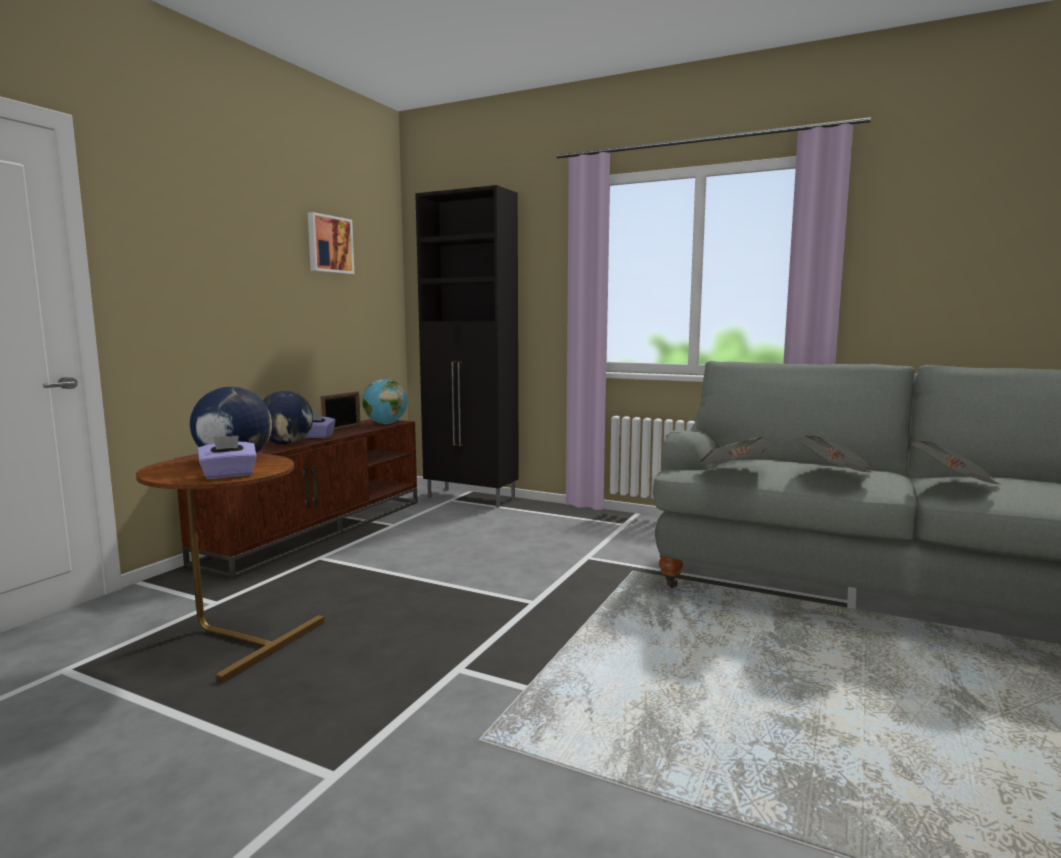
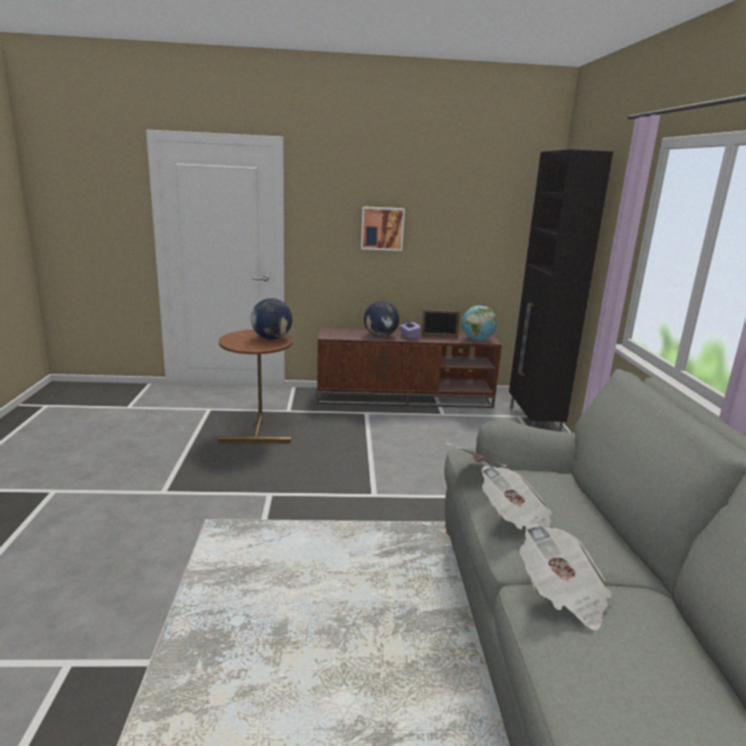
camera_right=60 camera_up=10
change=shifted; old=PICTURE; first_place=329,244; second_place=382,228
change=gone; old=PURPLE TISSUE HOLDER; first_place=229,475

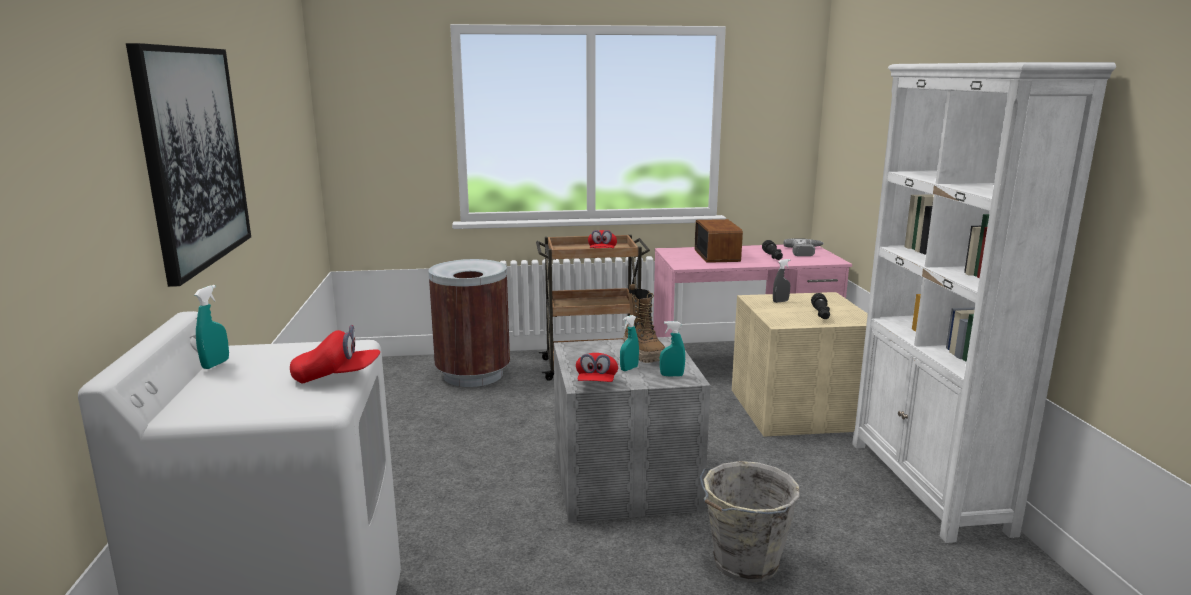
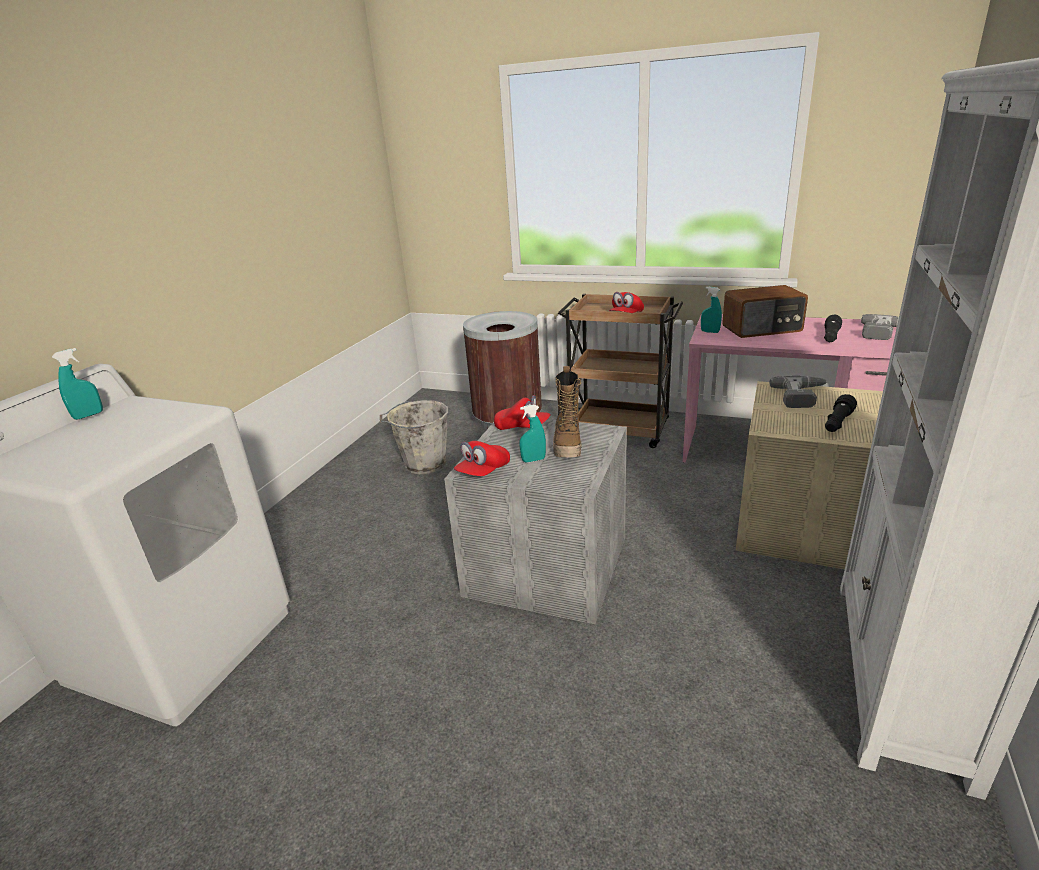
camera_right=30 camera_up=10
change=shifted; old=GREY WATER BUCKET; first_place=743,563; second_place=423,464
change=shifted; old=REDDISH CAP; first_place=337,376; second_place=522,428
change=shifted; old=TURQUOISE-COLOURED SPRAY BOTTLE; first_place=671,375; second_place=710,332
change=rotated; old=RADIO; first_place=717,255; second_place=762,329; degrees=60
change=swapped; old=GREY SPRAY BOTTLE; new=POWER DRILL; first_place=780,301; second_place=802,397
change=gone; old=PICTURE; first_place=194,157

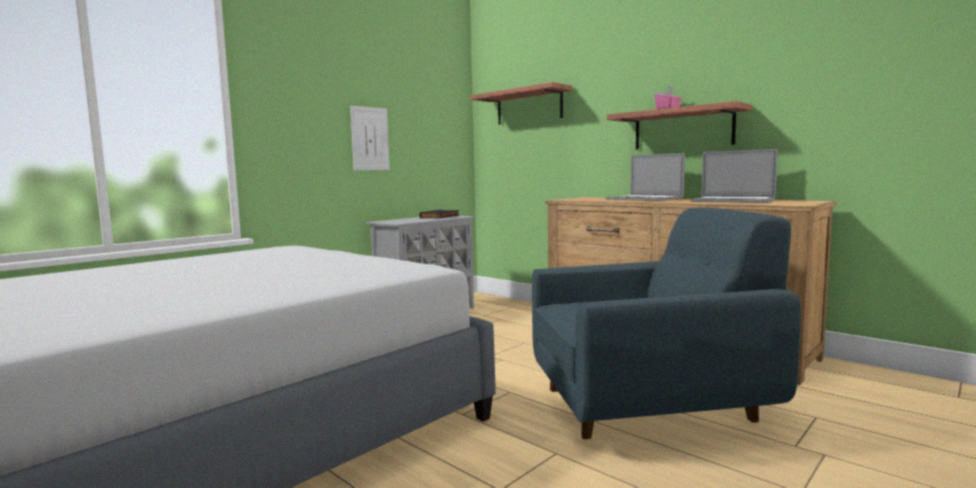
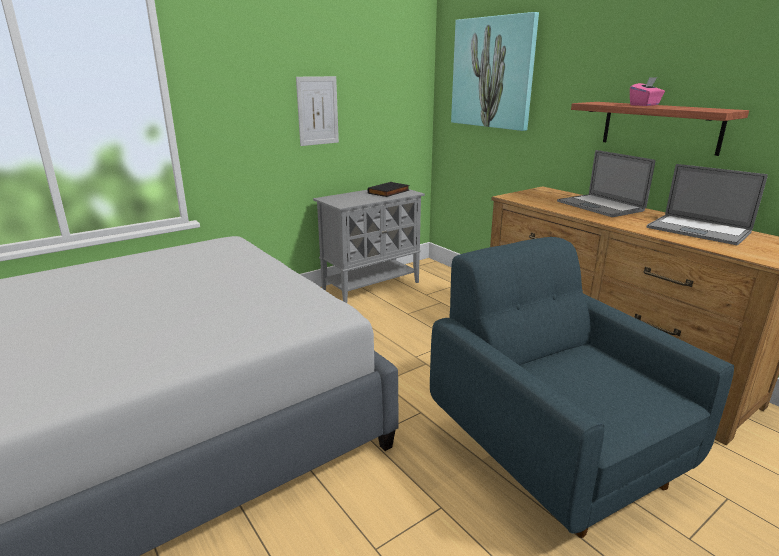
camera_right=10 camera_up=15
change=rotated; old=BLUE-COLOURED LOUNGE CHAIR; first_place=648,404; second_place=552,450; degrees=-120
change=swapped; old=WALL SHELF; new=PICTURE; first_place=529,106; second_place=493,73

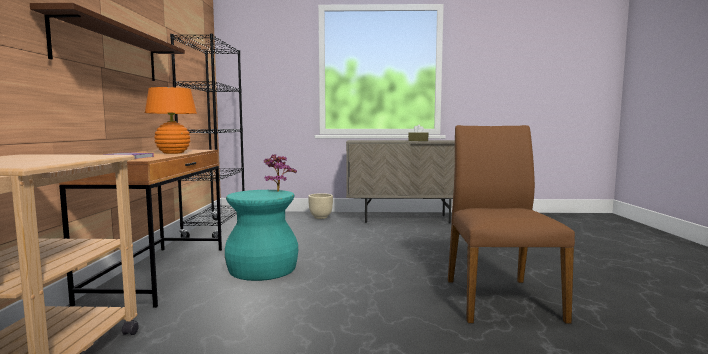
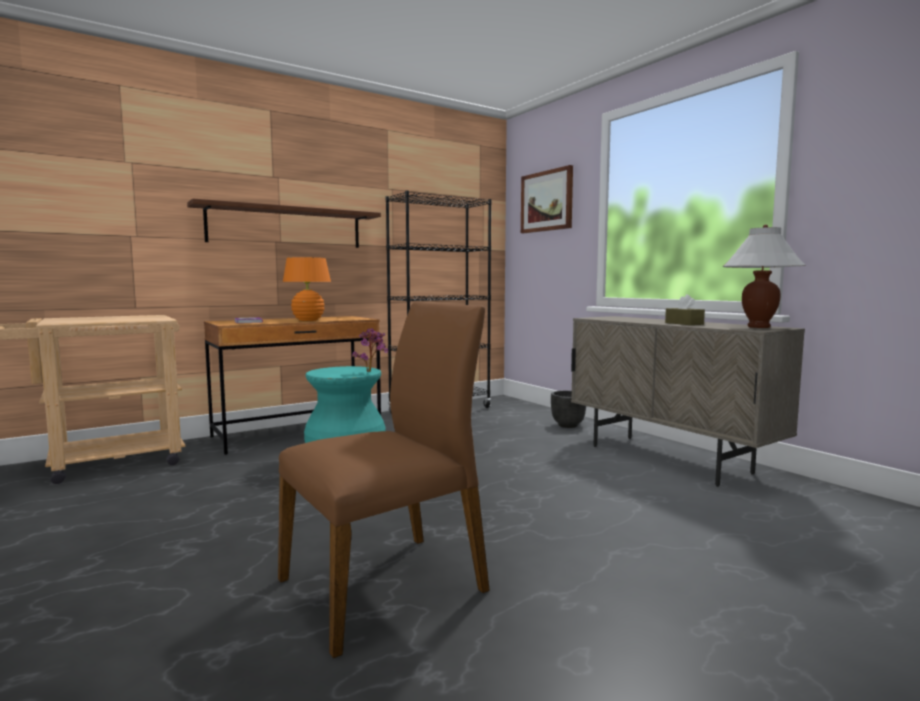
camera_right=55 camera_up=0
change=new; new=PICTURE; second_place=546,201
change=repainted; old=BEIGE PLANTER; new=BLACK PLANTER; first_place=320,217; second_place=567,425
change=new; new=WHITE LAMP FOR A TABLE; second_place=758,327

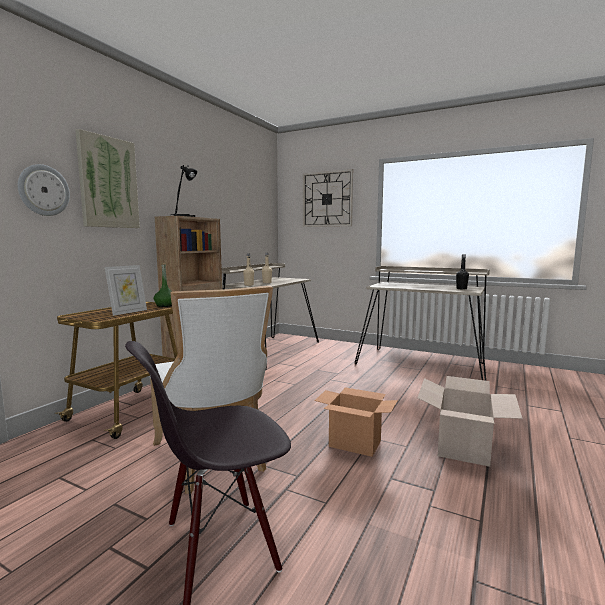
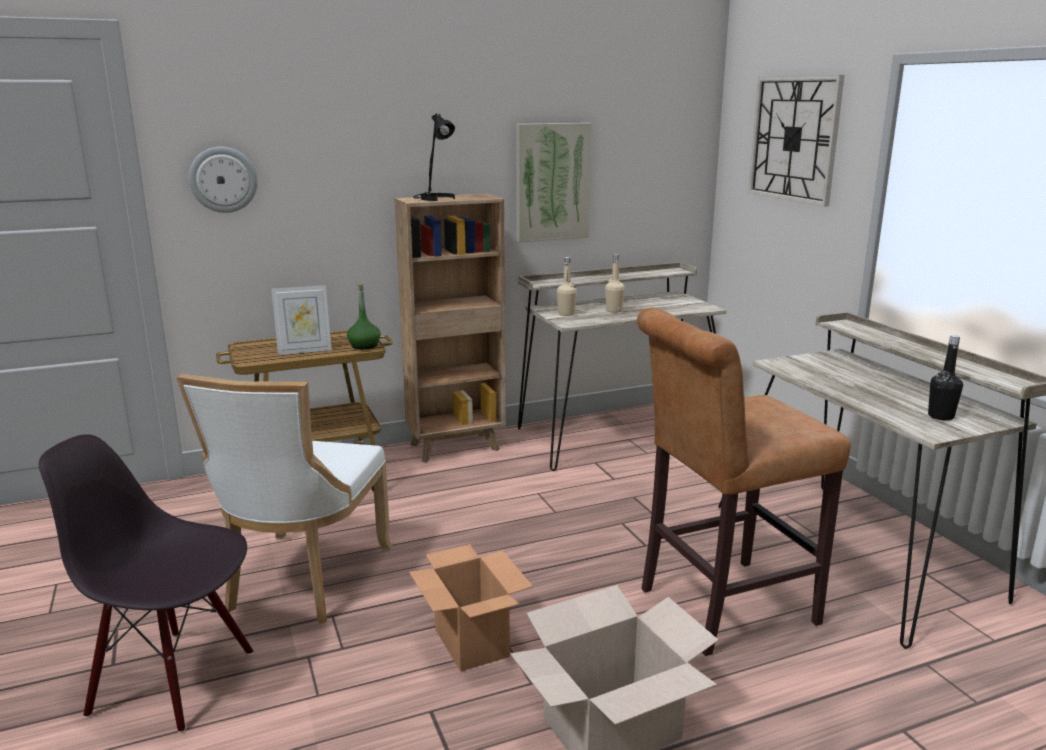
camera_right=40 camera_up=10
change=shifted; old=PICTURE; first_place=108,183; second_place=552,182
change=new; new=BROWN-COLOURED STOOL; second_place=719,608

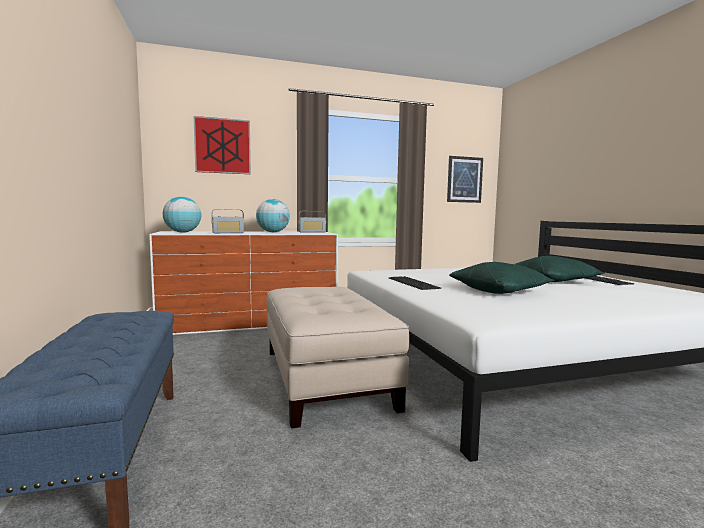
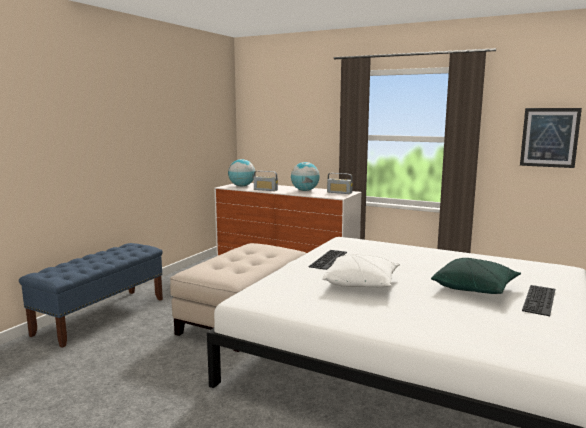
camera_right=45 camera_up=5
change=repainted; old=GREEN-COLOURED CUSHION; new=WHITE CUSHION; first_place=499,291; second_place=361,283
change=gone; old=PICTURE; first_place=222,146

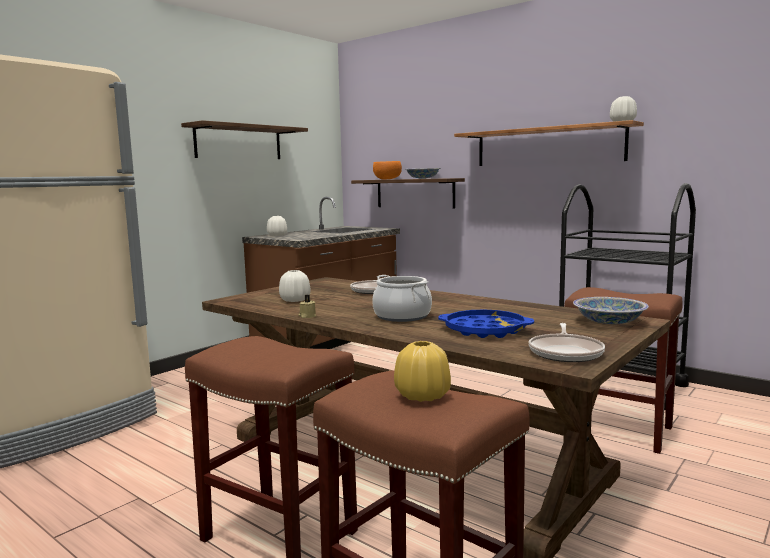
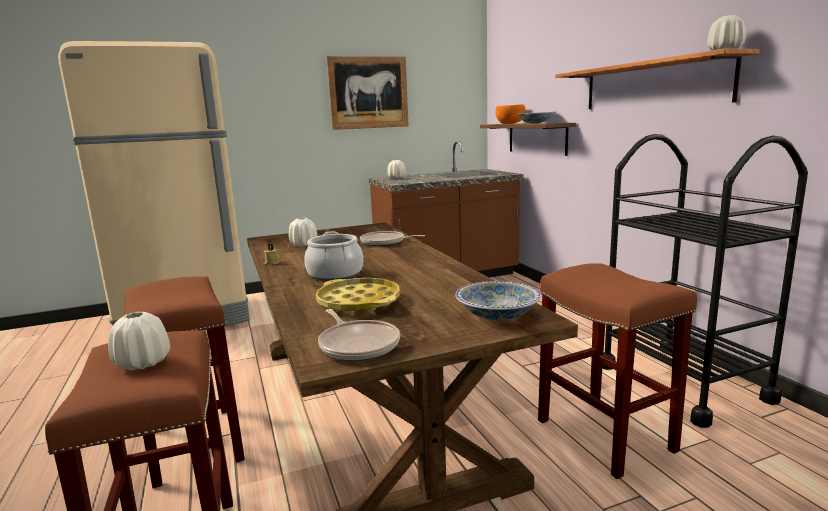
camera_right=30 camera_up=5
change=repainted; old=YELLOW-COLOURED VASE; new=WHITE VASE; first_place=422,396; second_place=143,363
change=repainted; old=BLUE-COLOURED CARRYING TRAY; new=YELLOW-COLOURED CARRYING TRAY; first_place=485,330; second_place=358,302
change=rotated; old=FRYING PAN; first_place=566,352; second_place=358,344; degrees=-75
change=swapped; old=WALL SHELF; new=PICTURE; first_place=239,142; second_place=368,93

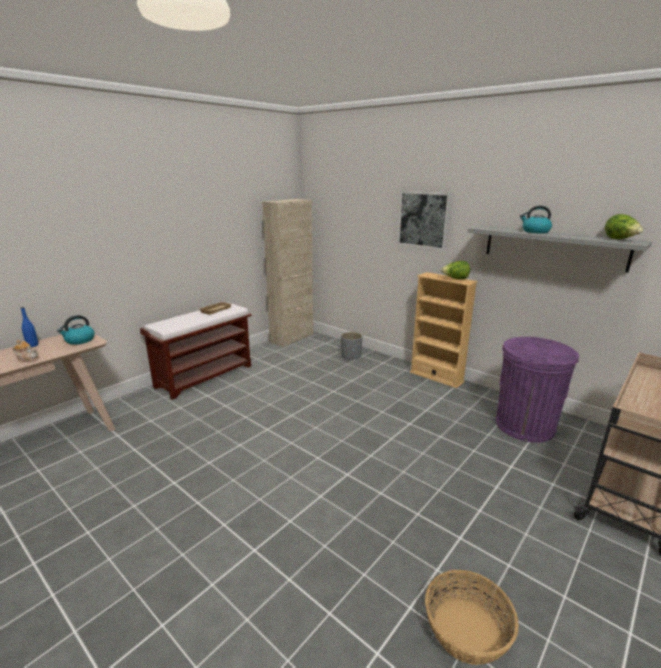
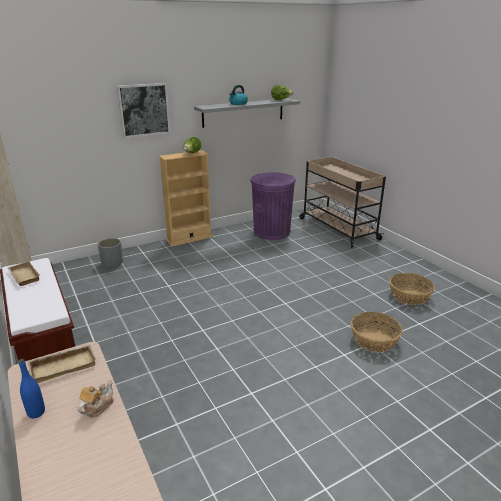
camera_right=-70 camera_up=5
change=swapped; old=WATER KETTLE; new=BEIGE CARRYING TRAY; first_place=79,340; second_place=64,365
change=new; new=HOUSEHOLD BASKET; second_place=374,340

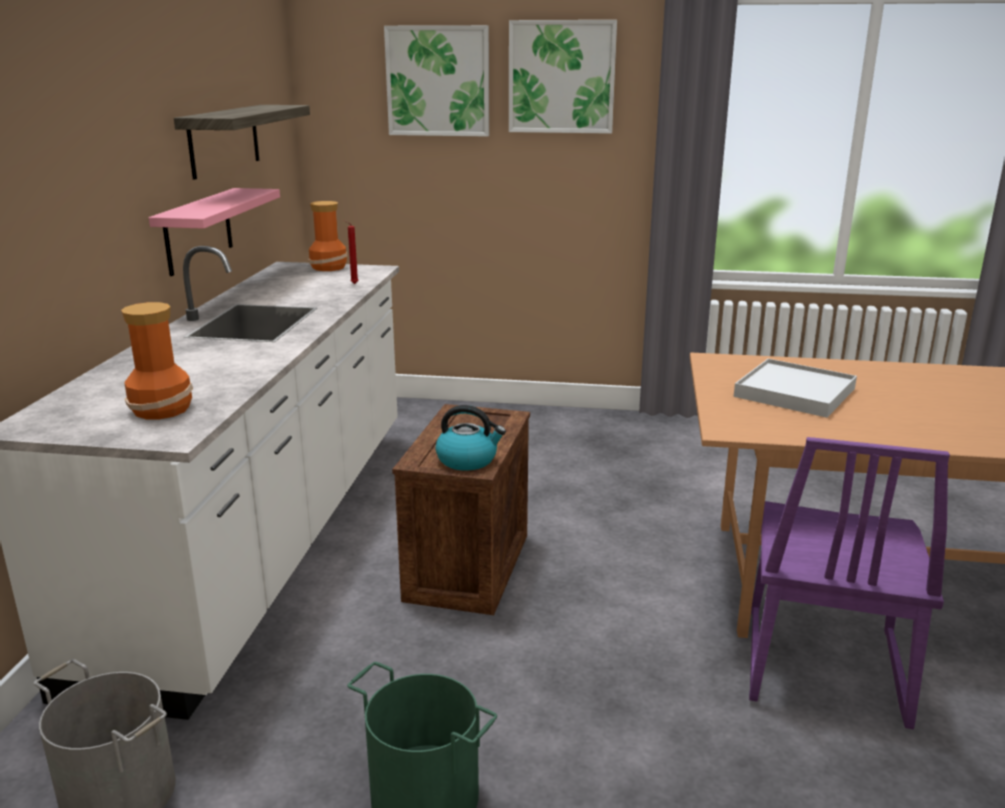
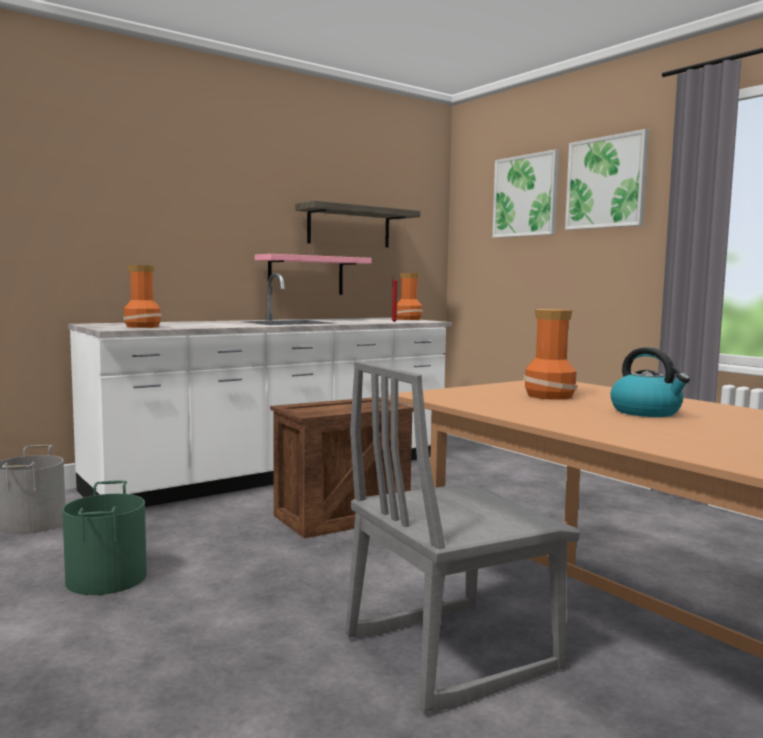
camera_right=45 camera_up=-15
change=repainted; old=PURPLE UPRIGHT CHAIR; new=GREY UPRIGHT CHAIR; first_place=821,666; second_place=450,652
change=swapped; old=WHITE CARRYING TRAY; new=VASE; first_place=794,393; second_place=548,396
change=shifted; old=WATER KETTLE; first_place=468,460; second_place=646,412

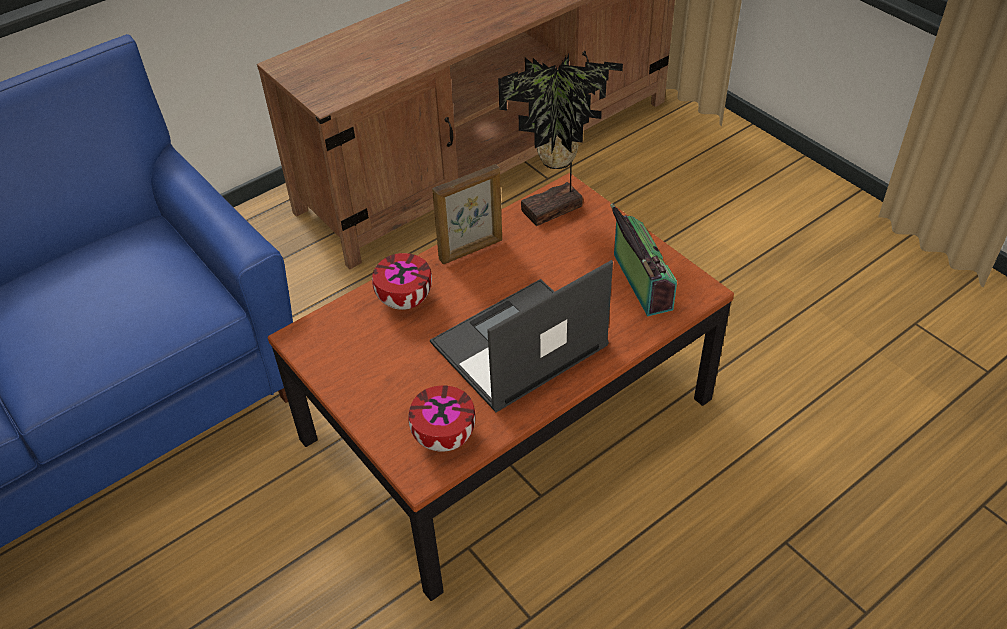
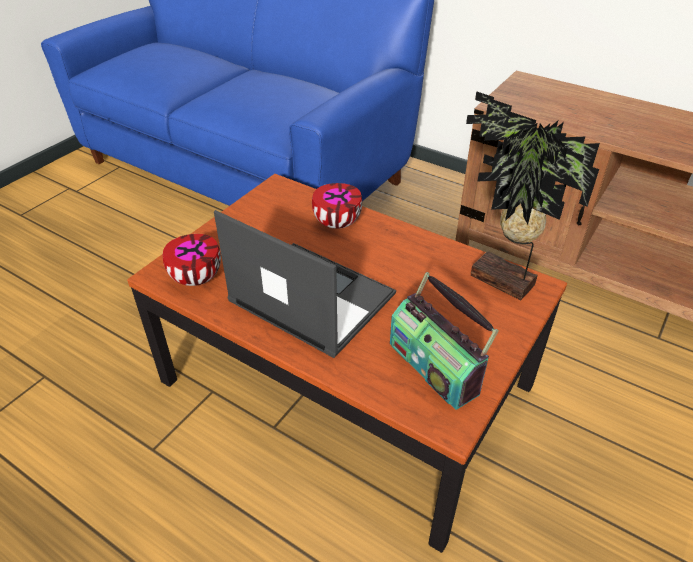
camera_right=70 camera_up=-5
change=rotated; old=RADIO; first_place=640,282; second_place=435,366; degrees=90
change=gone; old=PHOTO FRAME; first_place=471,250

